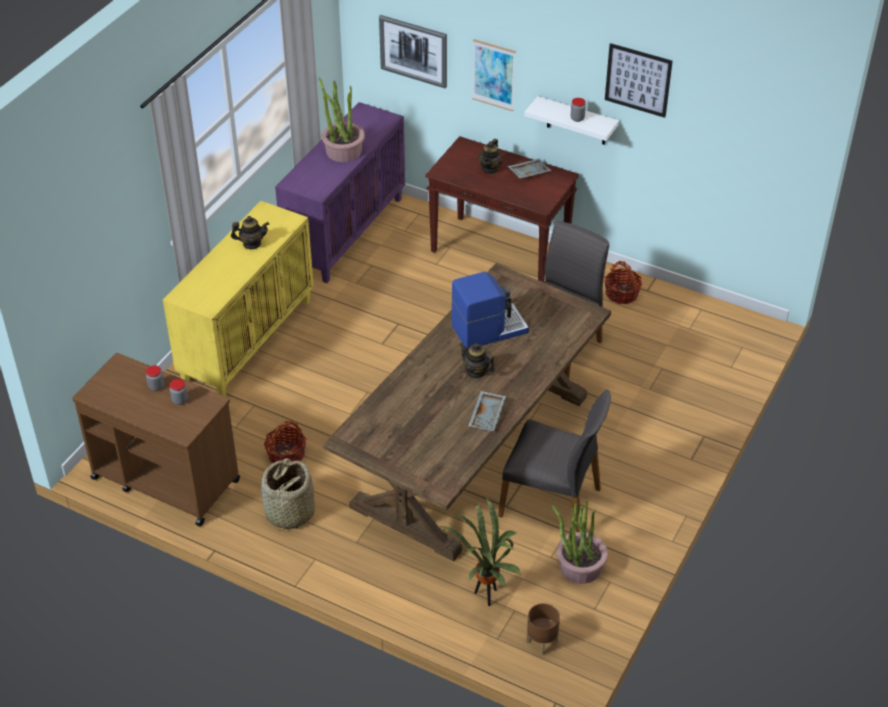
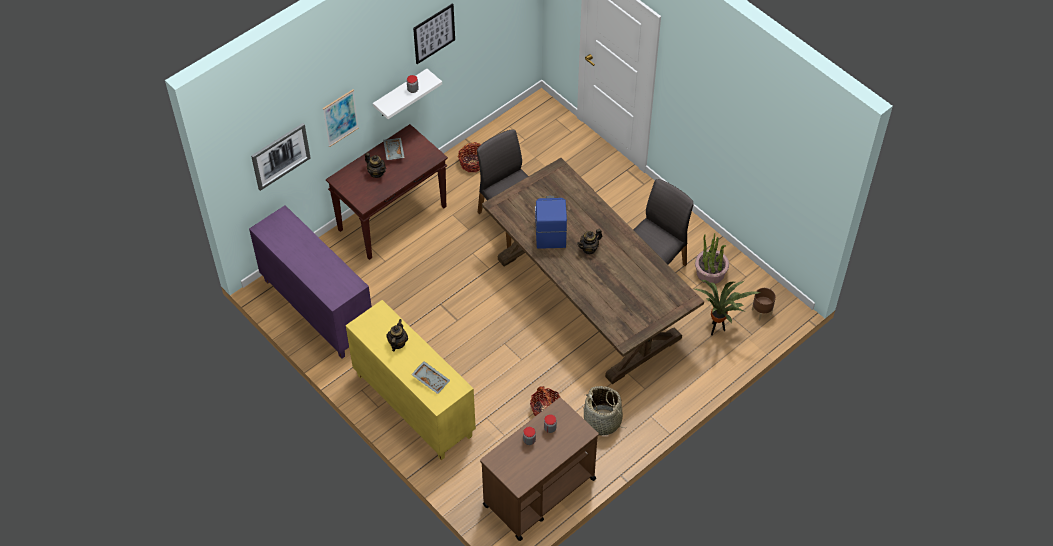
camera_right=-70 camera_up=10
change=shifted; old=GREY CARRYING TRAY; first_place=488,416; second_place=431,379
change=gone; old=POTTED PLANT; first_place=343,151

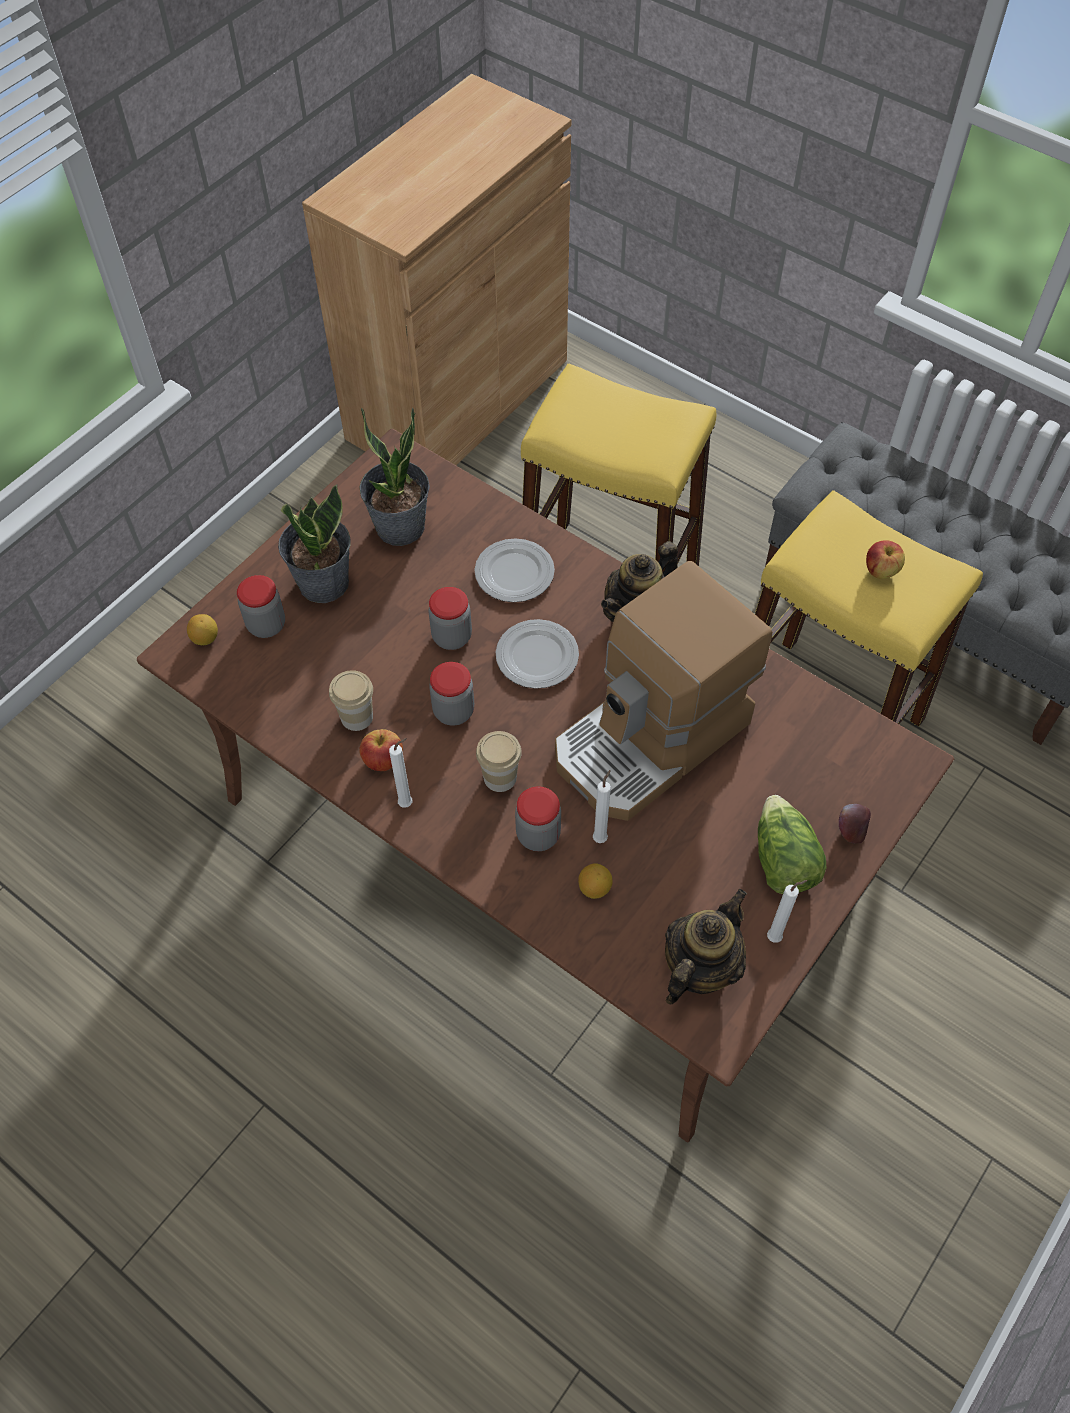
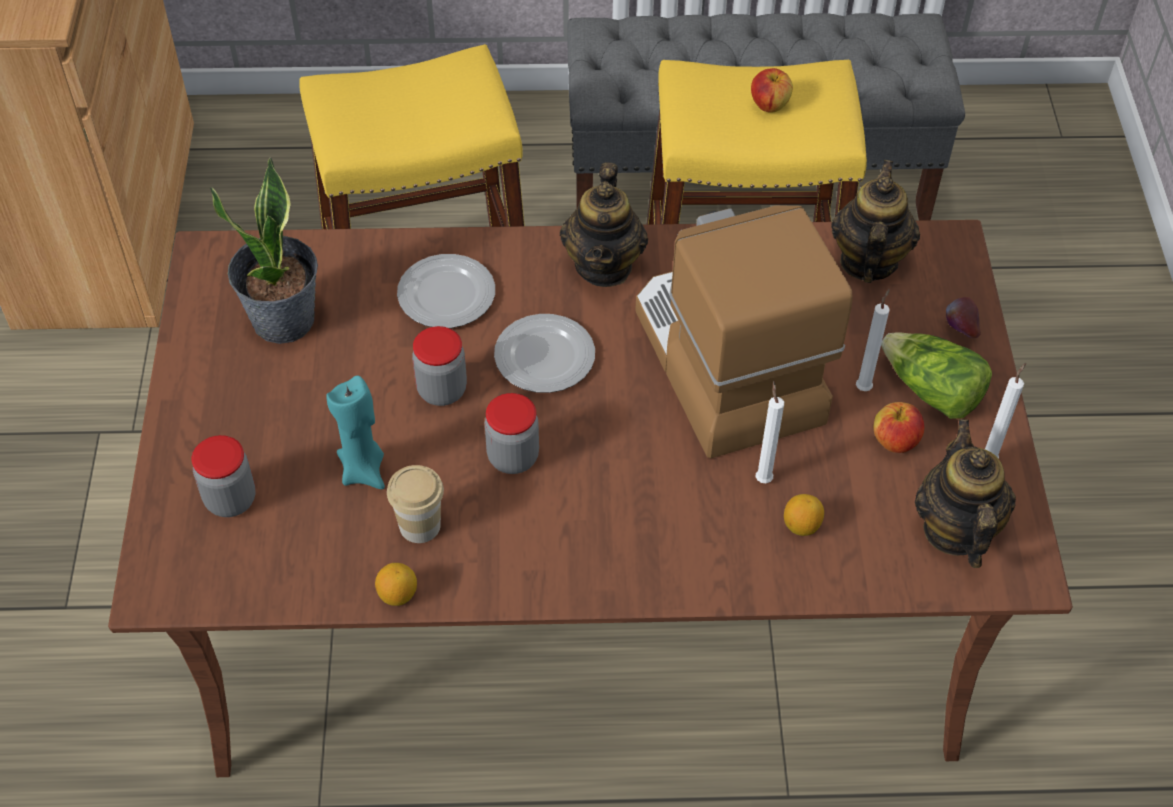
camera_right=-40 camera_up=-5
change=new; new=TURQUOISE-COLOURED WAX CANDLE; second_place=364,470
change=shifted; old=LEMON; first_place=205,638; second_place=397,594
change=rotated; old=COFFEE MAKER; first_place=652,740; second_place=723,364; degrees=150
change=new; new=POT FOR TEA; second_place=867,261
change=shifted; old=WHITE WAX CANDLE; first_place=408,803; second_place=864,387
change=shifted; old=APPLE; first_place=383,760; second_place=895,441
change=gone; old=POTTED PLANT; first_place=323,582
change=gone; old=DRINKING CUP; first_place=500,777
change=gone; old=JAR; first_place=538,834

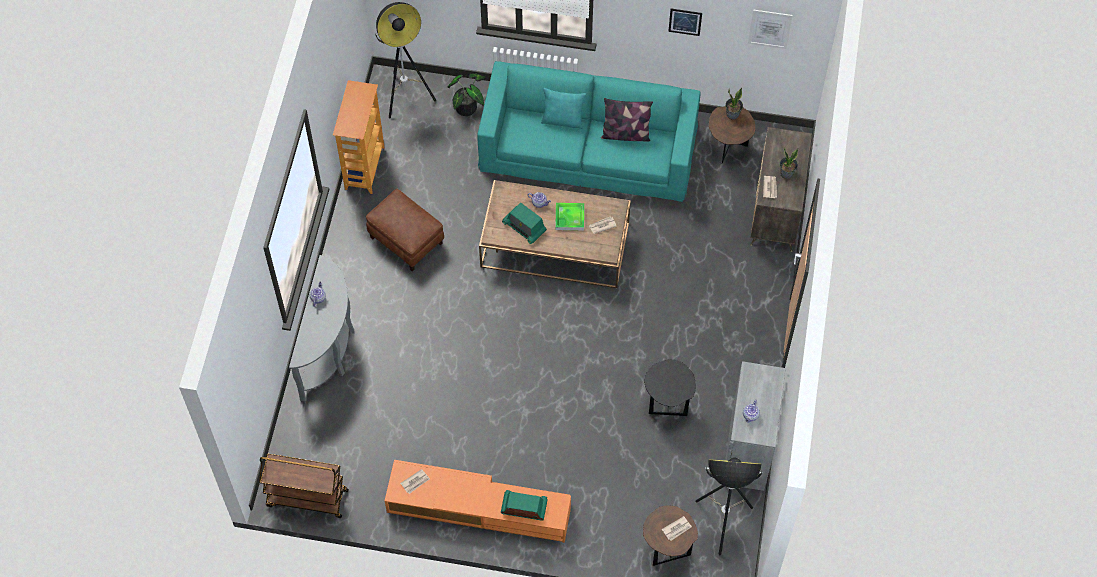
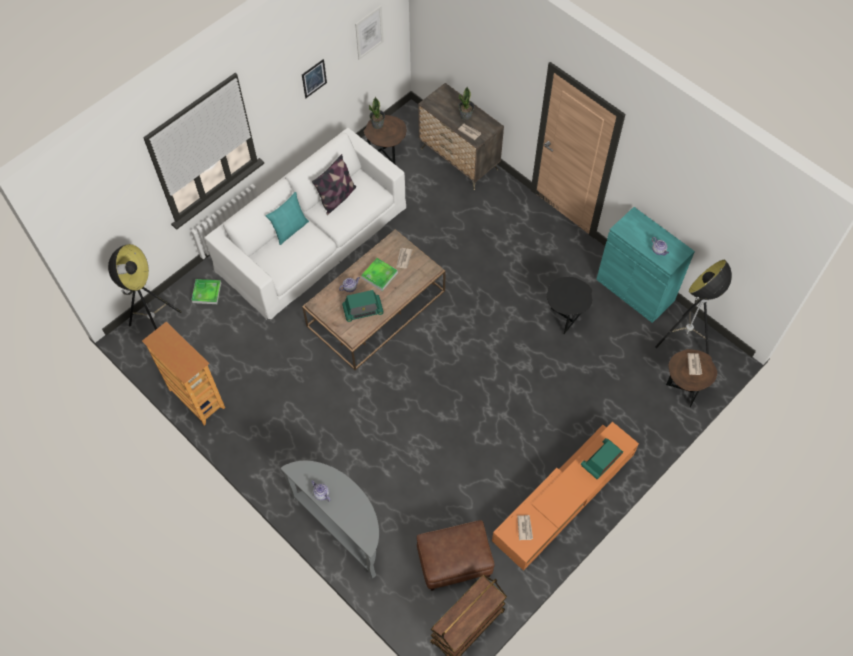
camera_right=-55 camera_up=0
change=swapped; old=POTTED PLANT; new=CARRYING TRAY; first_place=468,107; second_place=207,292
change=repainted; old=TURQUOISE-COLOURED SOFA; new=WHITE SOFA; first_place=588,148; second_place=312,237
change=shifted; old=BROWN-COLOURED OTTOMAN; first_place=407,240; second_place=454,561
change=repainted; old=GREY CABINET; new=TURQUOISE-COLOURED CABINET; first_place=748,449; second_place=635,290

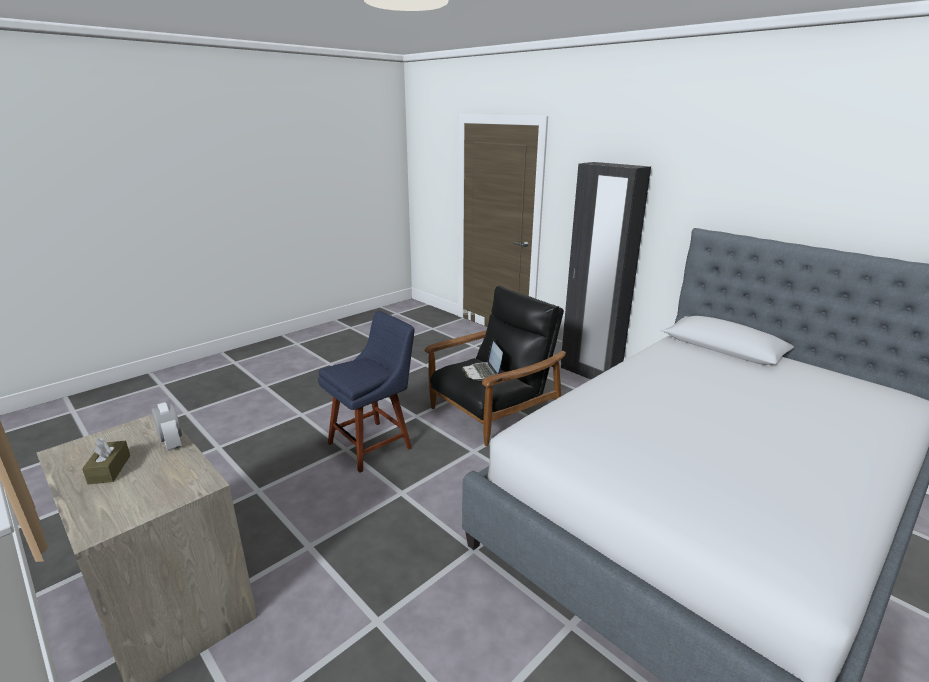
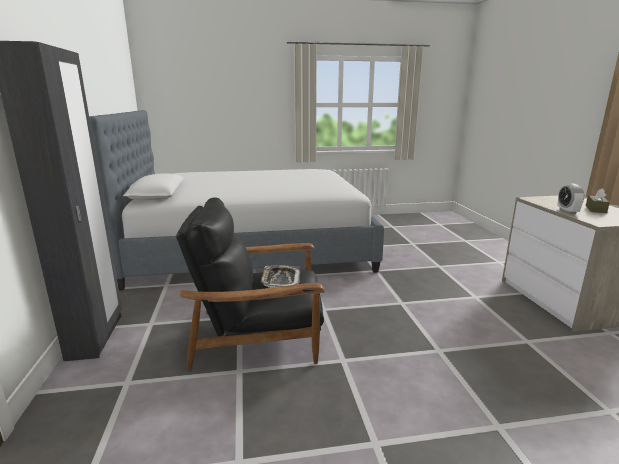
camera_right=-145 camera_up=-5
change=swapped; old=NOTEBOOK COMPUTER; new=CARRYING TRAY; first_place=482,372; second_place=280,280
change=gone; old=BLUE-COLOURED UPRIGHT CHAIR; first_place=373,444

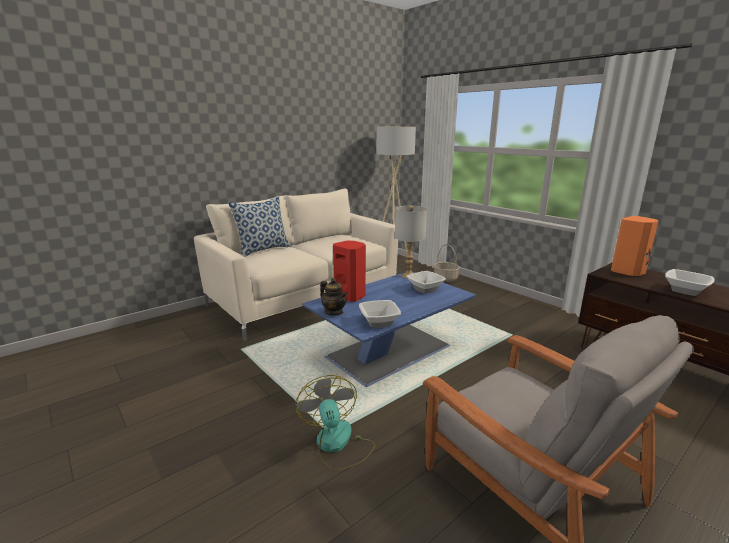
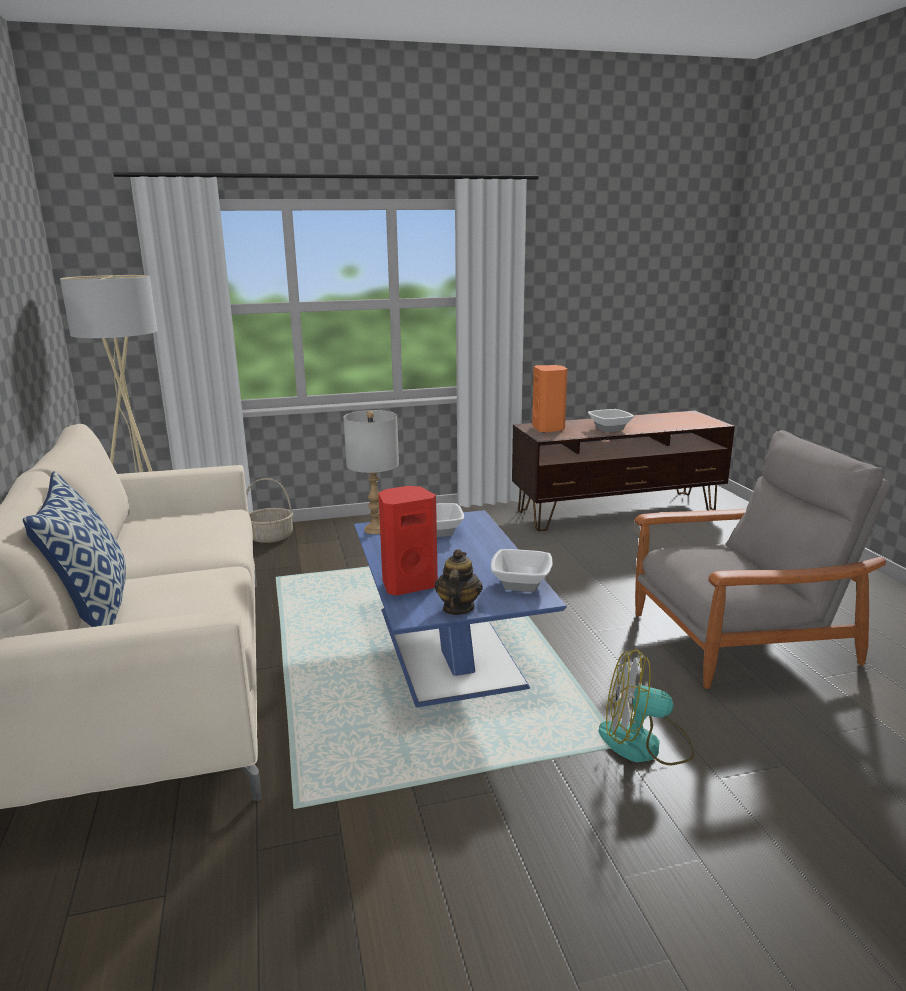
camera_right=-65 camera_up=0
change=rotated; old=POT FOR TEA; first_place=334,312; second_place=458,608; degrees=-60

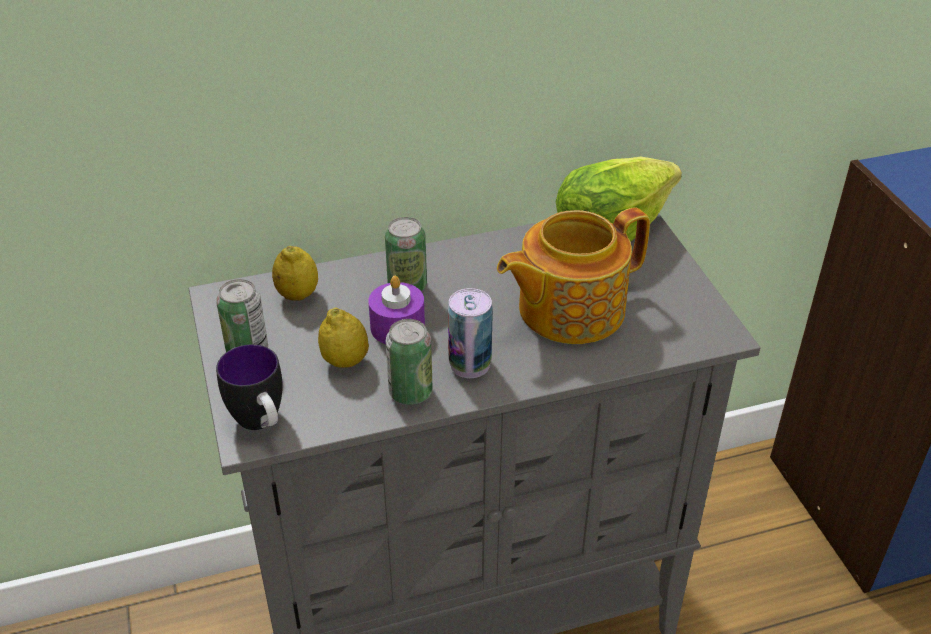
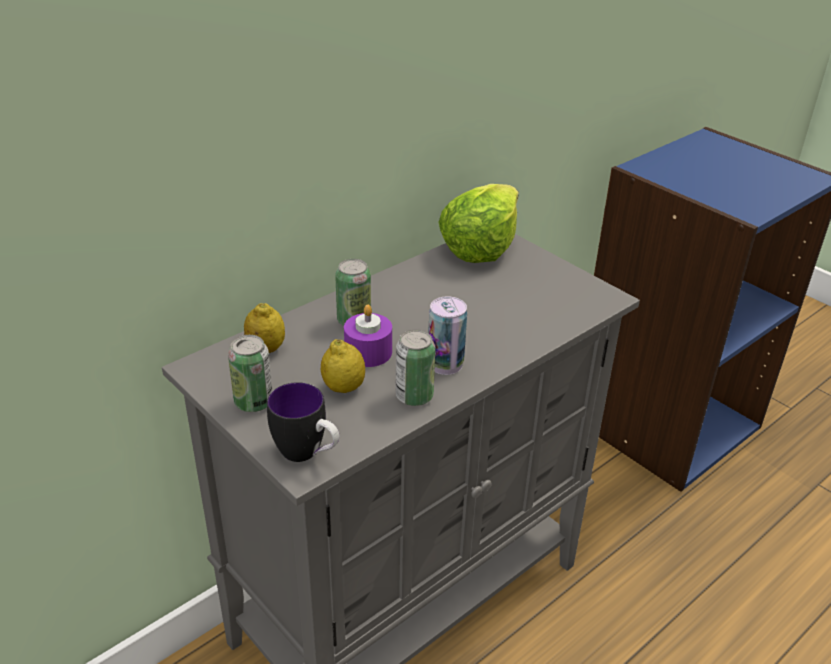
camera_right=-25 camera_up=-5
change=gone; old=POT FOR TEA; first_place=568,309

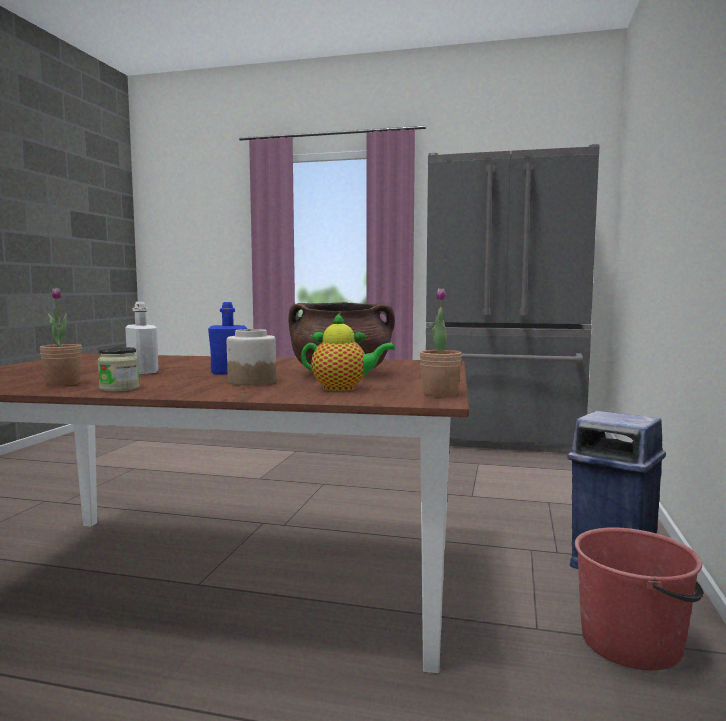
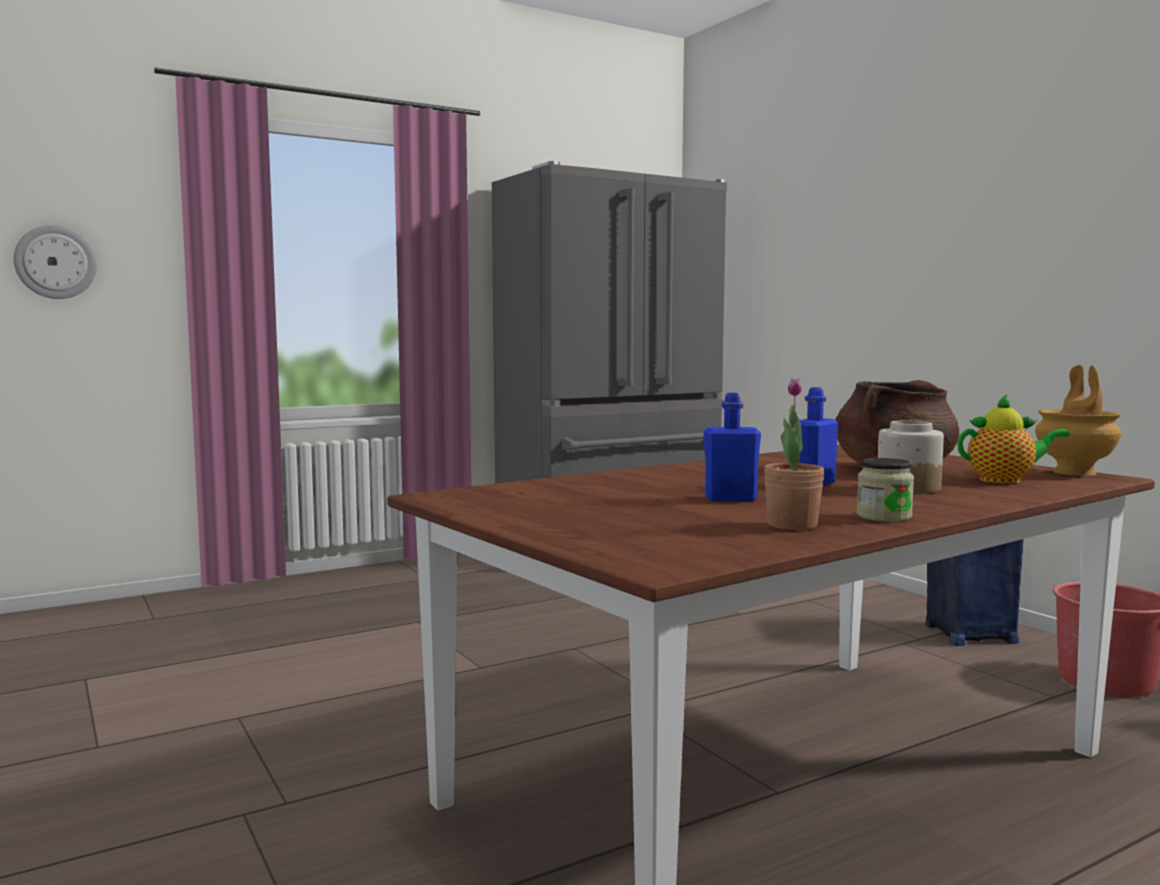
camera_right=-45 camera_up=0
change=new; new=HANGING CLOCK; second_place=55,262
change=repainted; old=WHITE BOTTLE; new=BLUE-COLOURED BOTTLE; first_place=143,372; second_place=730,499
change=rotated; old=POT FOR TEA; first_place=343,388; second_place=1005,480; degrees=45
change=swapped; old=POTTED PLANT; new=BROWN-COLOURED VASE; first_place=440,394; second_place=1075,473

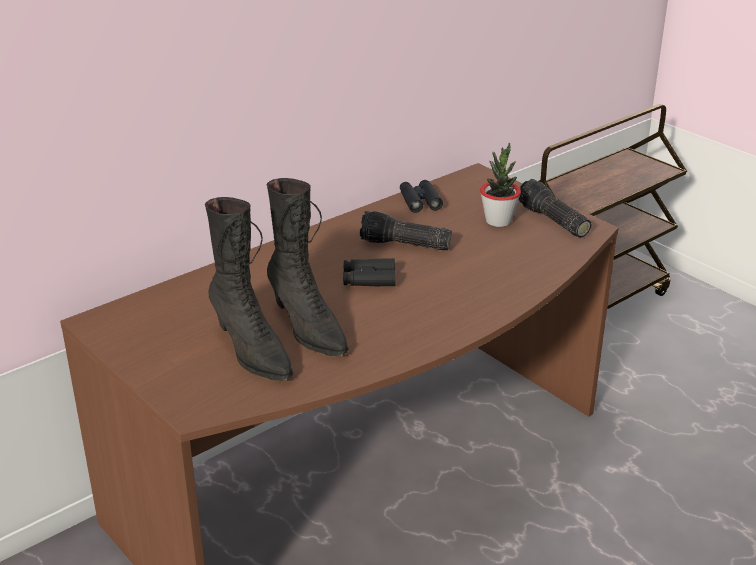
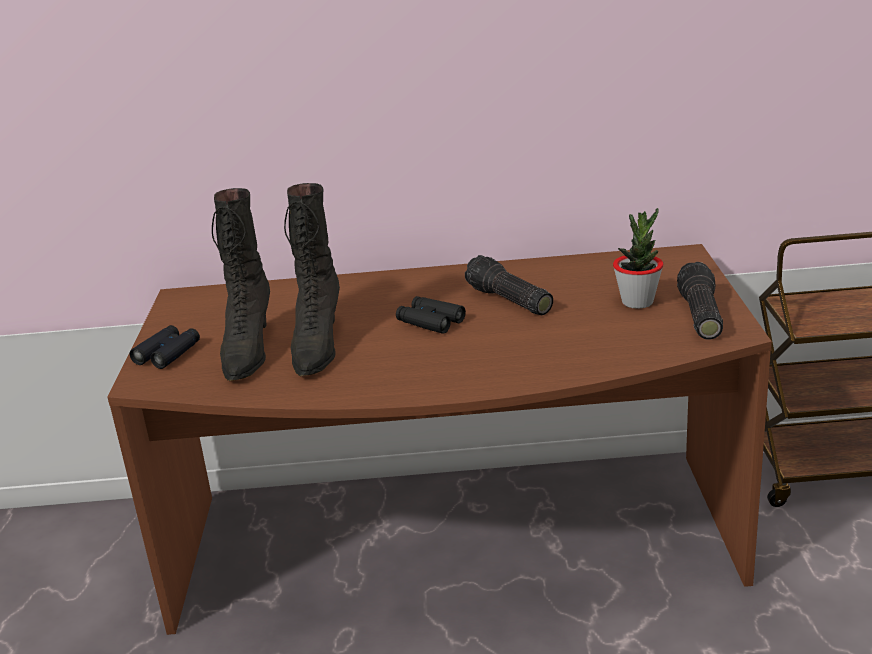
camera_right=40 camera_up=-5
change=shifted; old=BLACK PAIR OF BINOCULARS; first_place=420,201; second_place=167,353

